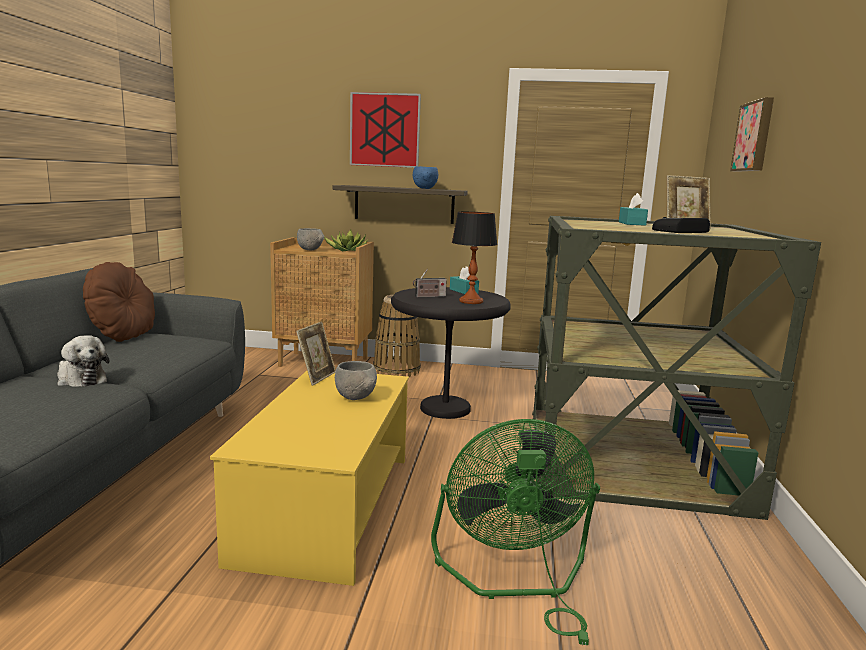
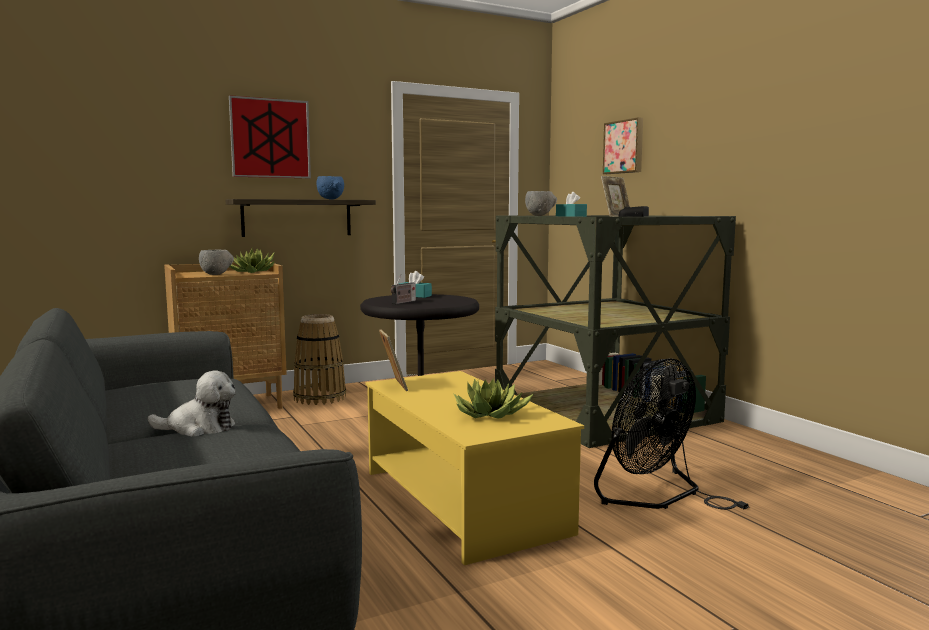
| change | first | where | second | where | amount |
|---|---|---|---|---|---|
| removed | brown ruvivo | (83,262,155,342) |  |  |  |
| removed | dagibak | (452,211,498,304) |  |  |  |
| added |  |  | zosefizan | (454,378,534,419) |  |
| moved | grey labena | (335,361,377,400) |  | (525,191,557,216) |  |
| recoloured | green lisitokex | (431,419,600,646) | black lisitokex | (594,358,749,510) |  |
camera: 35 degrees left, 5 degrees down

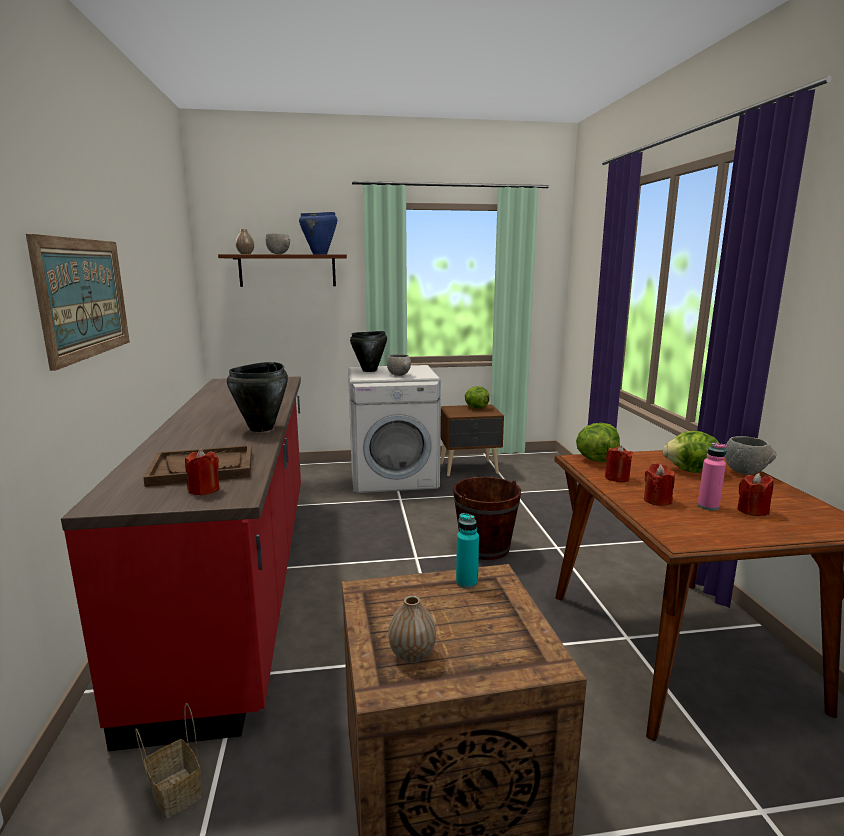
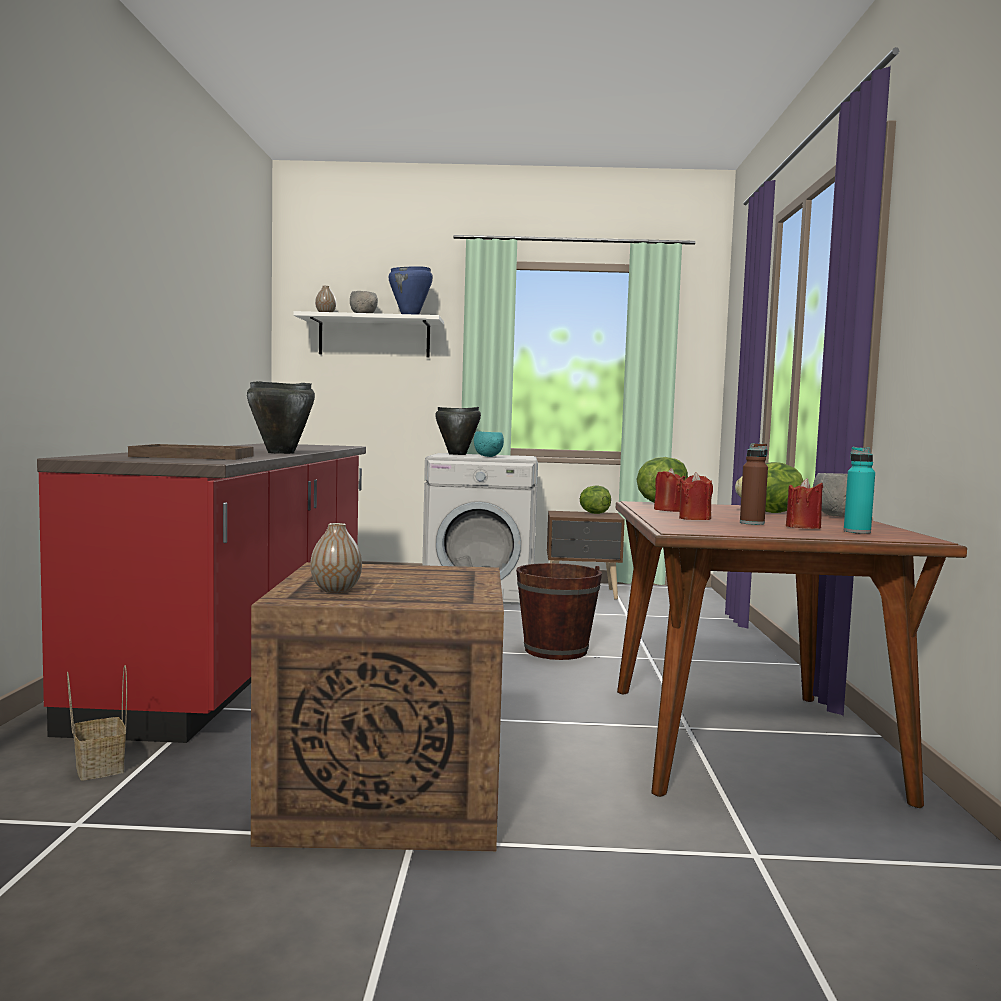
| change | first | where | second | where | amount |
|---|---|---|---|---|---|
| removed | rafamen | (26,234,130,371) |  |  |  |
| removed | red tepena | (185,449,219,496) |  |  |  |
| moved | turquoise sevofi | (456,513,479,589) |  | (844,447,875,534) |  |
| recoloured | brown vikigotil | (218,254,347,287) | white vikigotil | (293,311,444,358) |  |
| recoloured | grey labena | (387,354,411,376) | turquoise labena | (474,431,504,457) |  |
| recoloured | pink sevofi | (698,443,727,511) | brown sevofi | (740,443,768,525) |  |
camera: 10 degrees right, 10 degrees down

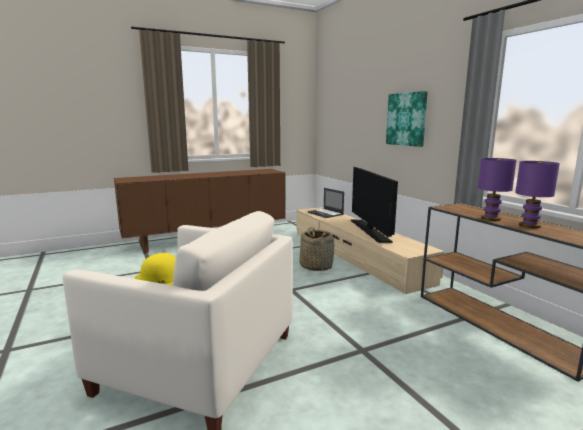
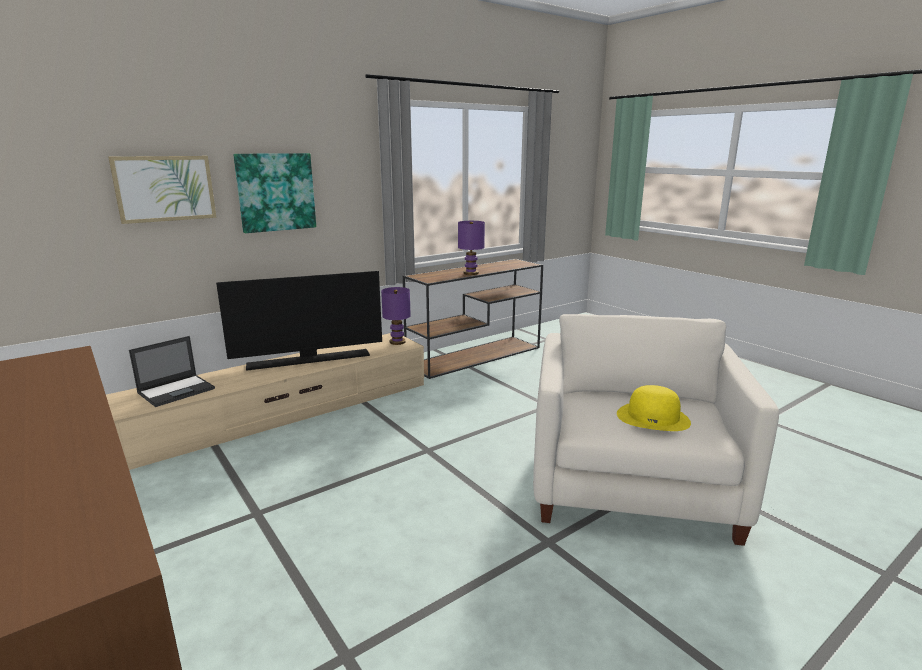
| change | first | where | second | where | amount |
|---|---|---|---|---|---|
| removed | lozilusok | (299,227,334,271) |  |  |  |
| added |  |  | rafamen | (108,156,217,224) |  |
| moved | purple dagibak | (515,161,560,229) |  | (381,287,411,345) |  |
camera: 100 degrees left, 5 degrees up

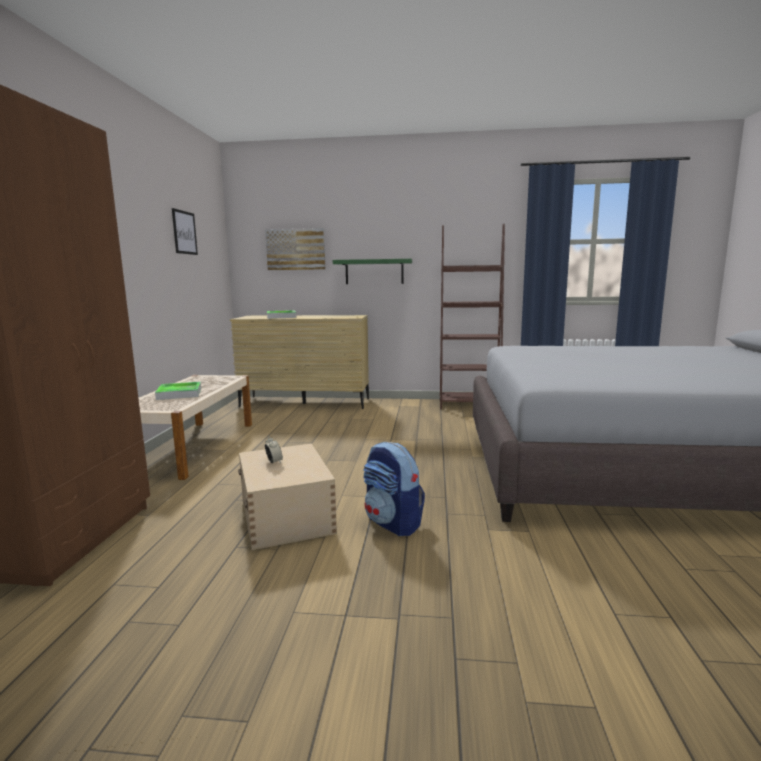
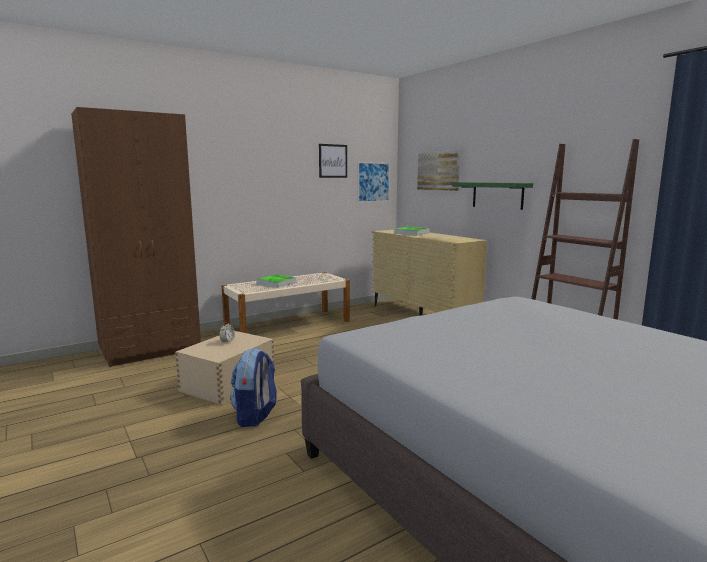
| change | first | where | second | where | amount |
|---|---|---|---|---|---|
| added |  |  | rafamen | (358,162,390,203) |  |
camera: 50 degrees right, 0 degrees up

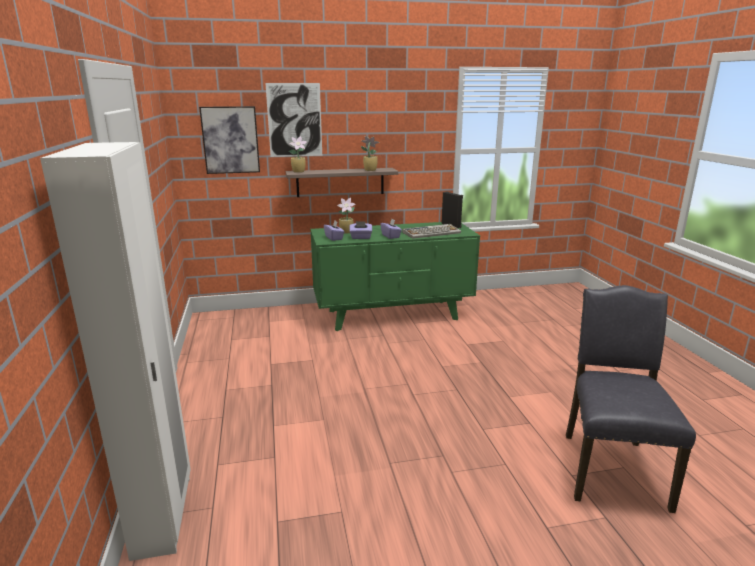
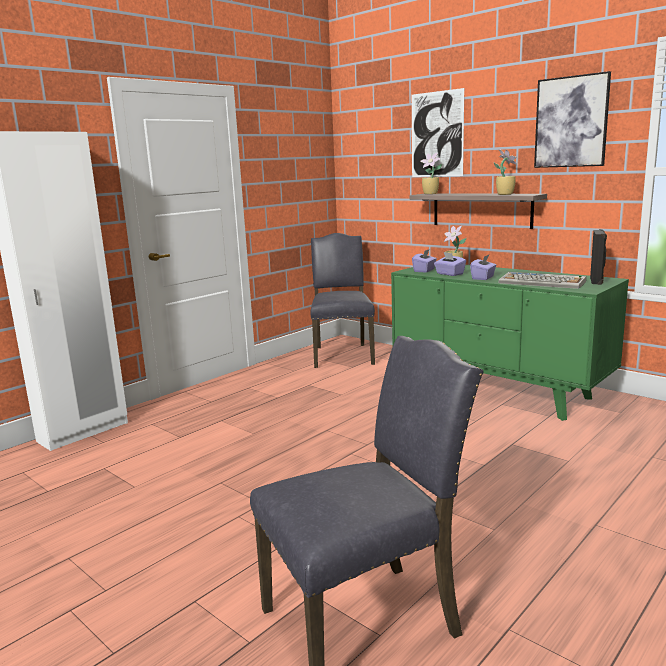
| change | first | where | second | where | amount |
|---|---|---|---|---|---|
| added |  |  | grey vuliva | (310,233,375,368) |  |
| moved | rafamen | (199,106,260,174) |  | (534,71,611,168) |  |
camera: 55 degrees right, 5 degrees down

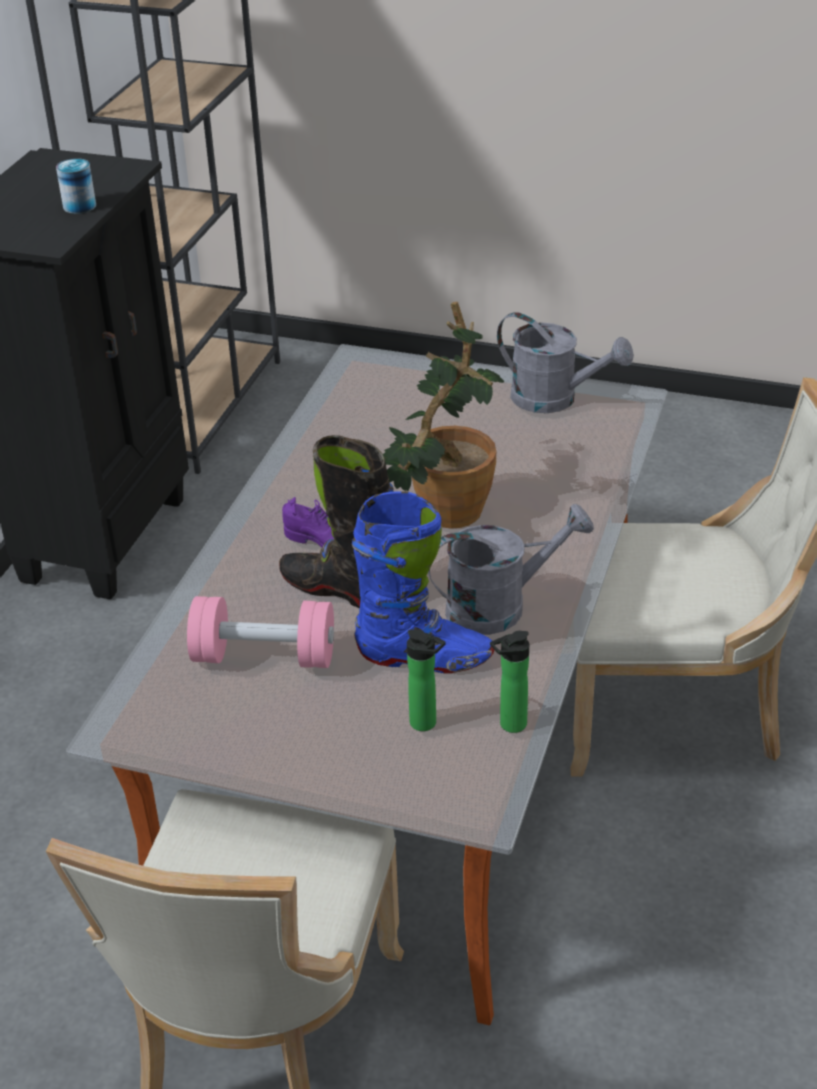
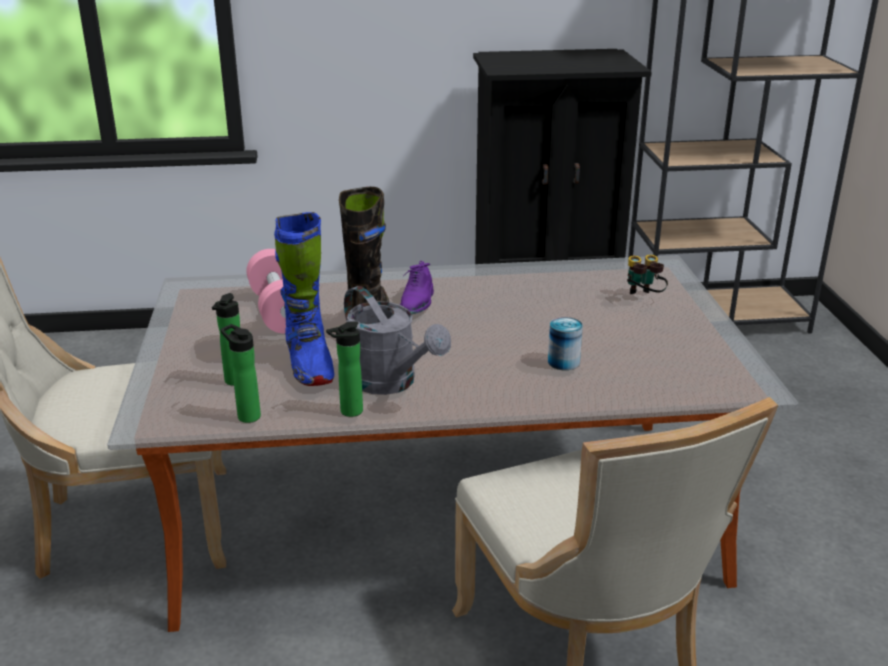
| change | first | where | second | where | amount |
|---|---|---|---|---|---|
| removed | zosefizan | (383,302,504,528) |  |  |  |
| removed | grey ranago | (497,312,634,413) |  |  |  |
| added |  |  | sevofi | (326,321,363,417) |  |
| added |  |  | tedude | (627,255,668,294) |  |
| moved | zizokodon | (56,158,96,214) |  | (548,317,583,370) |  |
camera: 65 degrees right, 10 degrees down

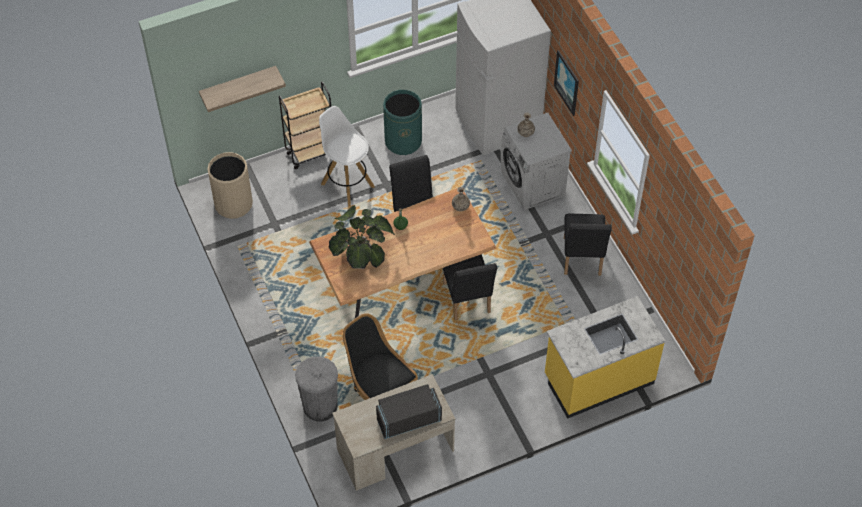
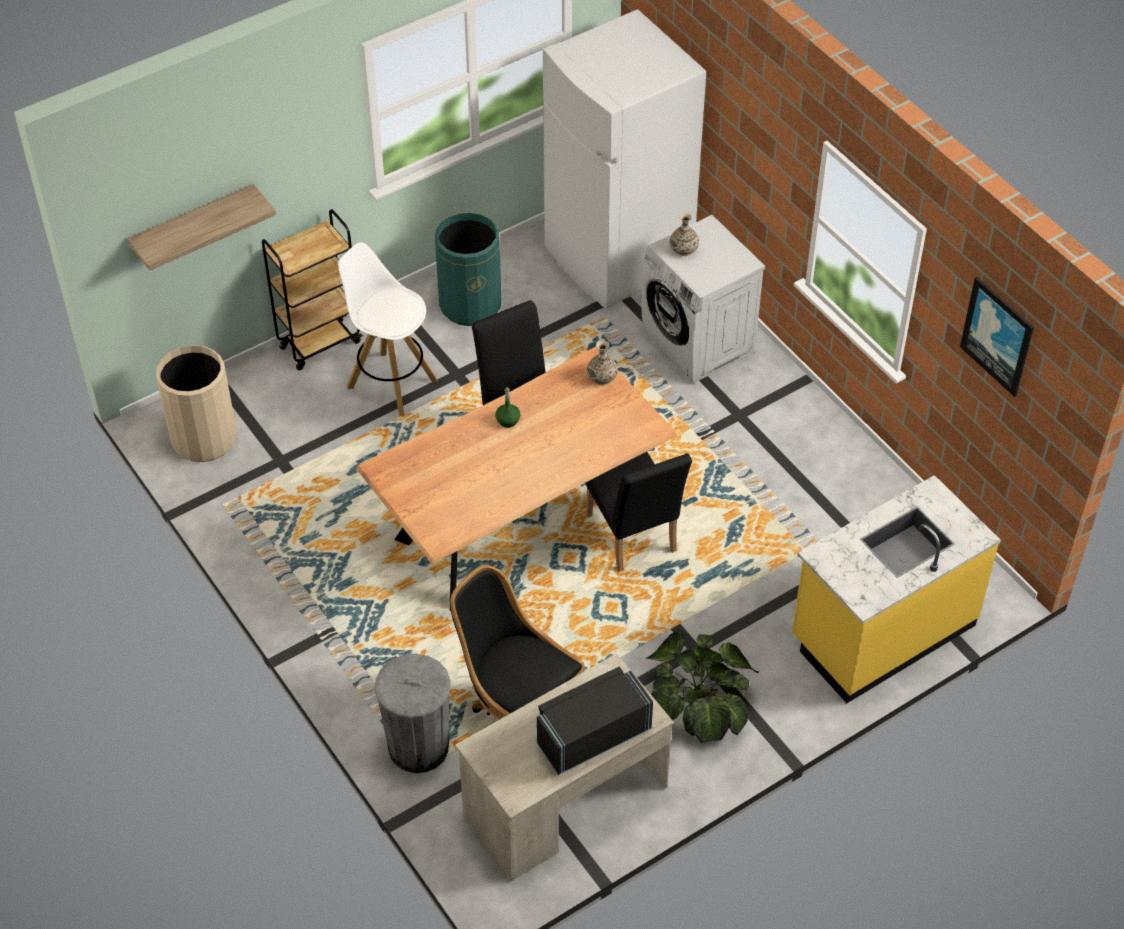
| change | first | where | second | where | amount |
|---|---|---|---|---|---|
| removed | black vuliva | (564,214,612,275) |  |  |  |
| moved | zosefizan | (329,205,395,269) |  | (646,630,759,743) |  |
| moved | rafamen | (554,50,579,116) |  | (960,277,1034,397) |  |
camera: 10 degrees left, 5 degrees down

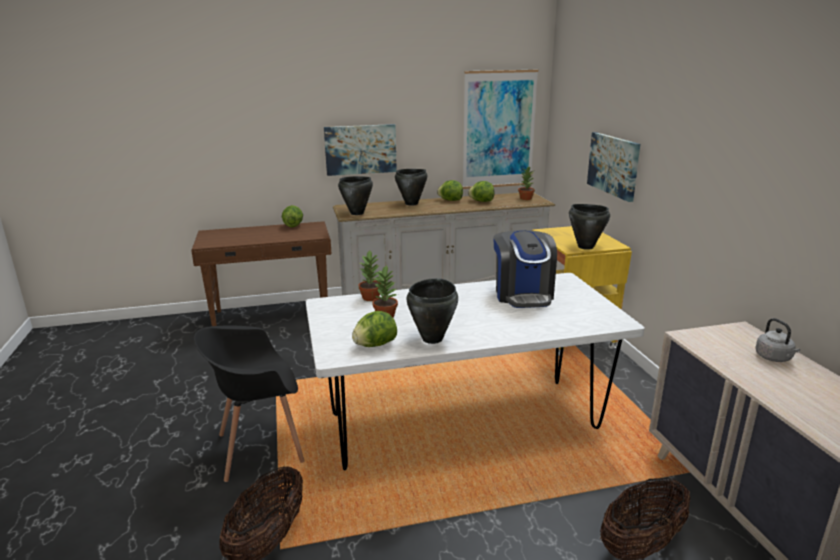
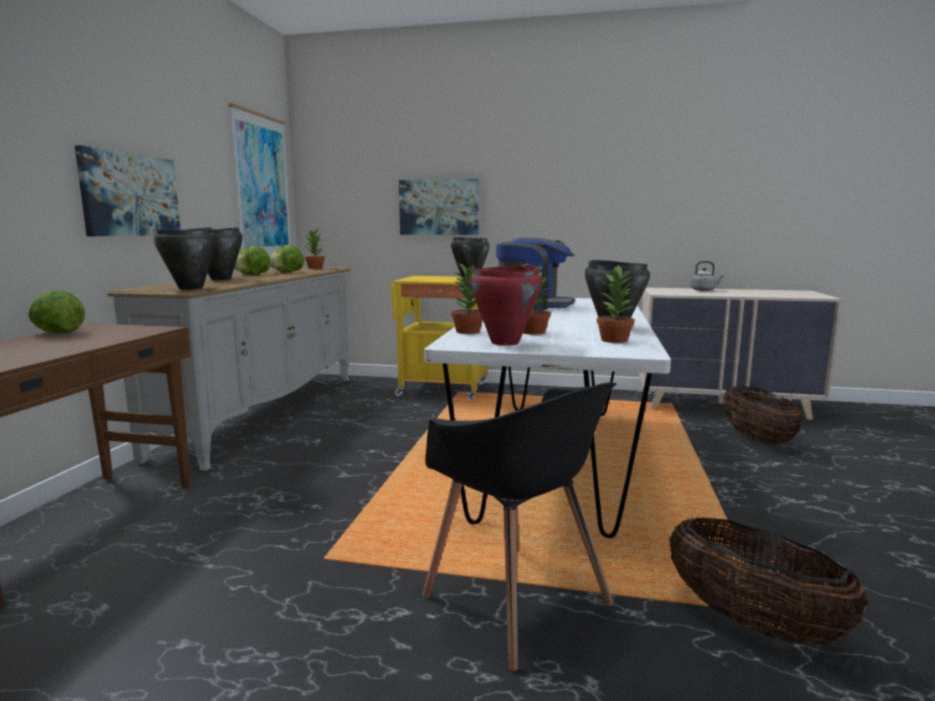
| change | first | where | second | where | amount |
|---|---|---|---|---|---|
| added |  |  | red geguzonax | (470,264,542,346) |  |
| replaced | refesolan | (352,311,397,347) | zosefizan | (597,265,634,343) |  |
| turned | black vuliva | (194,325,305,482) |  | (423,382,617,671) | 45 degrees counterclockwise |
camera: 65 degrees left, 10 degrees down

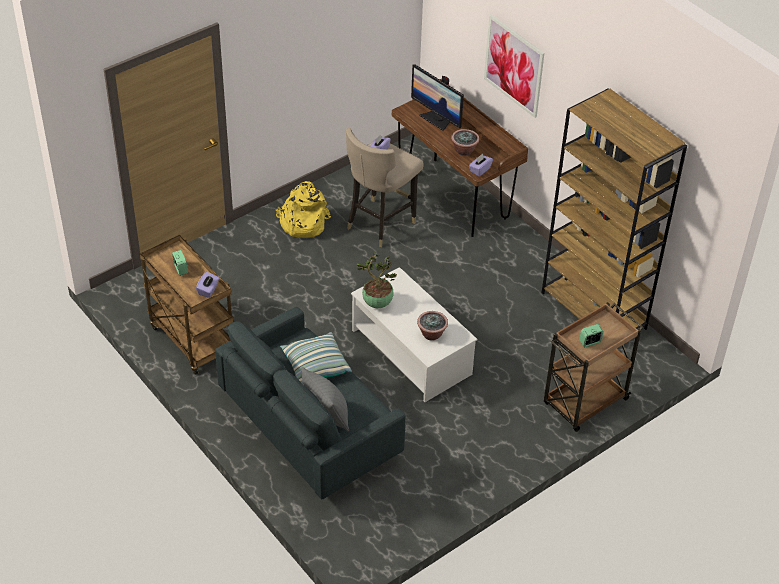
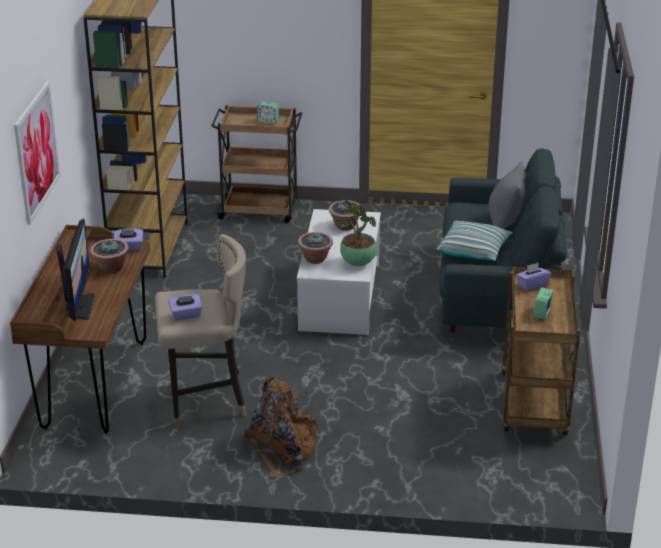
| change | first | where | second | where | amount |
|---|---|---|---|---|---|
| added |  |  | zosefizan | (298,232,333,264) |  |
| recoloured | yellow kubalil | (275,181,331,238) | brown kubalil | (243,377,320,478) |  |
camera: 135 degrees left, 15 degrees down

